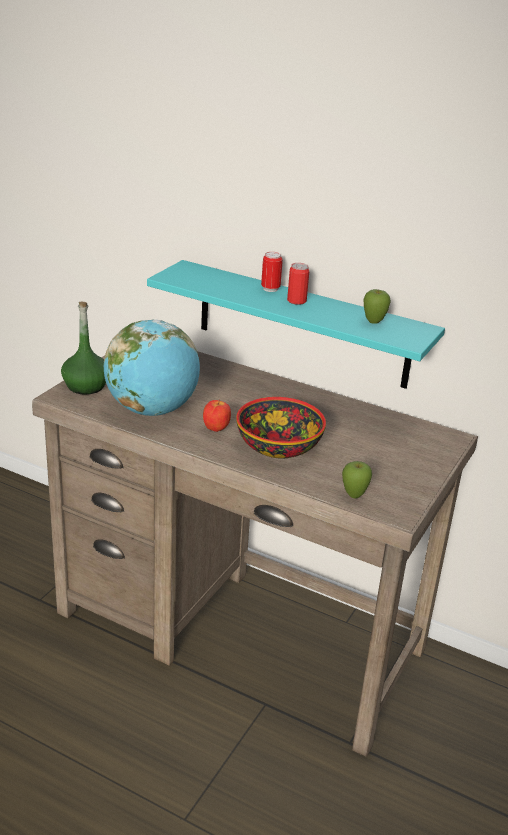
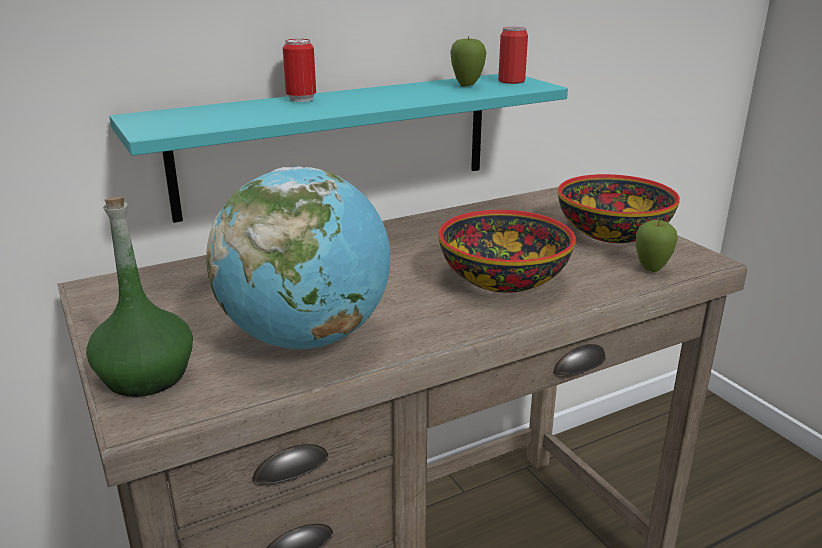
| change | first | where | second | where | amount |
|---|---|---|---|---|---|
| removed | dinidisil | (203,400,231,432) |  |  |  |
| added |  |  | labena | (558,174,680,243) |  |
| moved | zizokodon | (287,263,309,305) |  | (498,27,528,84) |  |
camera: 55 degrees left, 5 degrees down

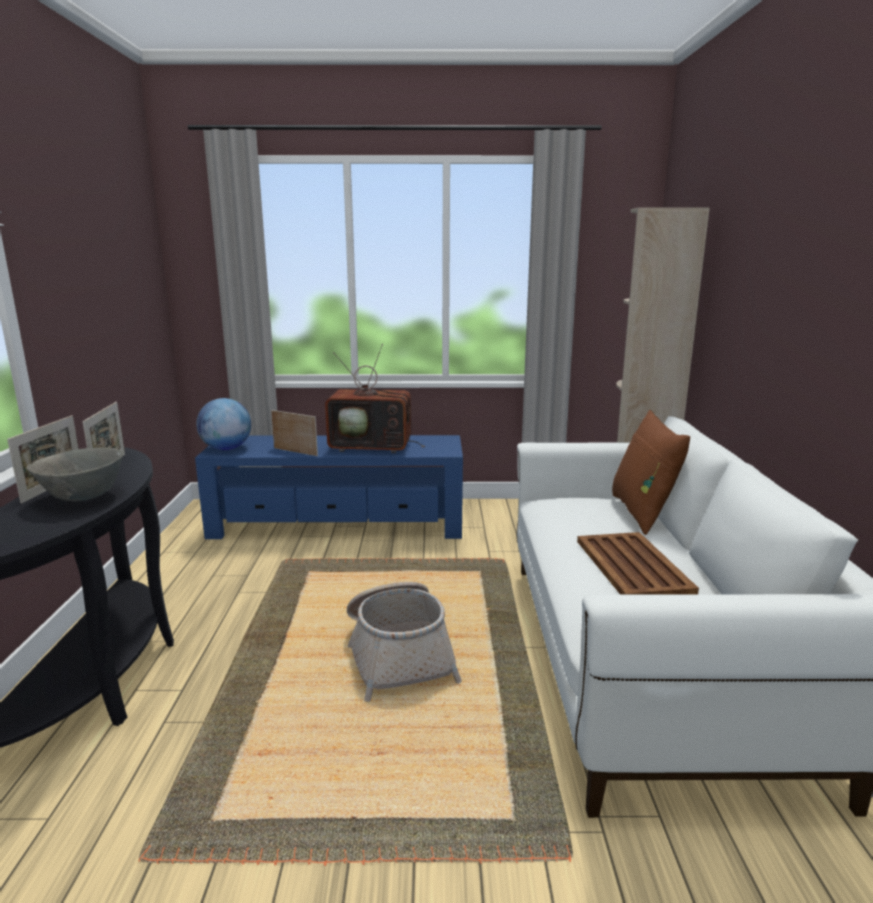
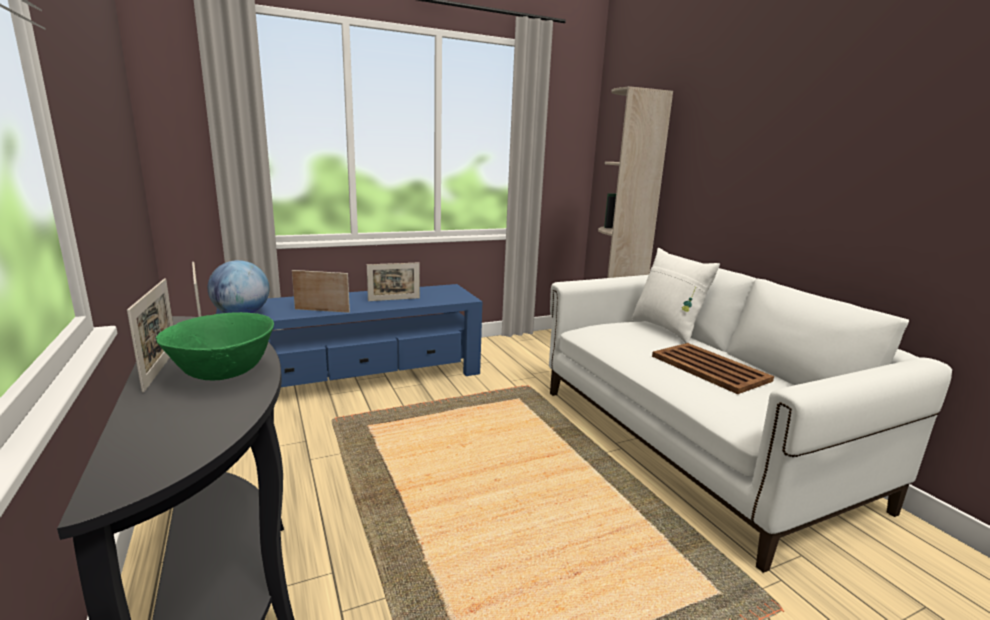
| change | first | where | second | where | amount |
|---|---|---|---|---|---|
| removed | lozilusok | (347,582,462,702) |  |  |  |
| replaced | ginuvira | (325,344,425,453) | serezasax | (367,262,420,301) |  |
| recoloured | grey labena | (26,447,124,501) | green labena | (156,312,274,381) |  |
| recoloured | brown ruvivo | (612,410,690,535) | white ruvivo | (632,248,720,343) |  |
camera: 25 degrees left, 0 degrees up

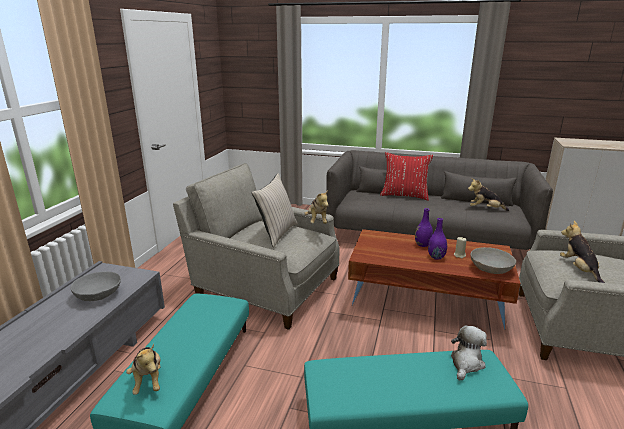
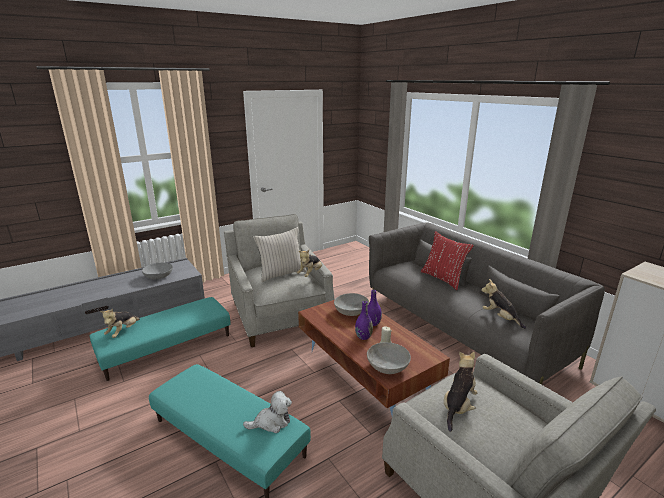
| change | first | where | second | where | amount |
|---|---|---|---|---|---|
| added |  |  | grey labena | (334,293,369,316) |  |
camera: 40 degrees right, 0 degrees up

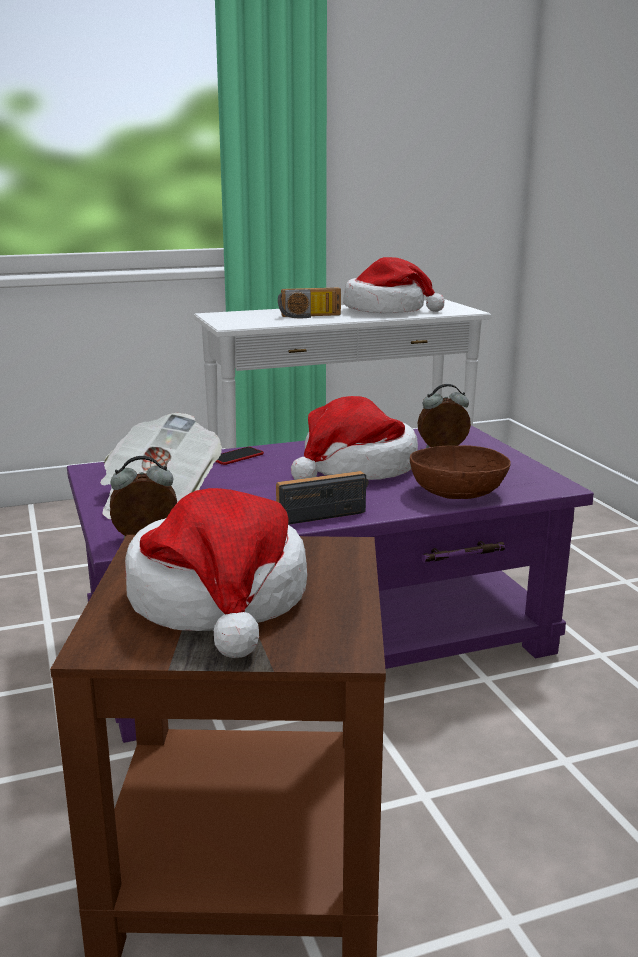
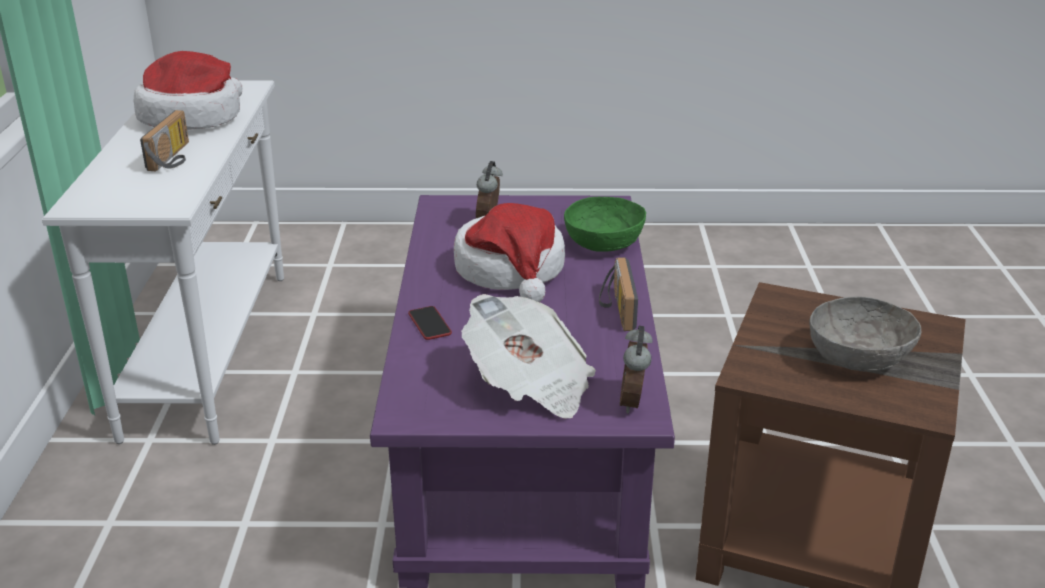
| change | first | where | second | where | amount |
|---|---|---|---|---|---|
| replaced | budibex | (125,488,307,658) | grey labena | (809,297,922,372) |  |
| recoloured | brown labena | (410,445,511,499) | green labena | (564,197,646,252) |  |
camera: 70 degrees left, 10 degrees up

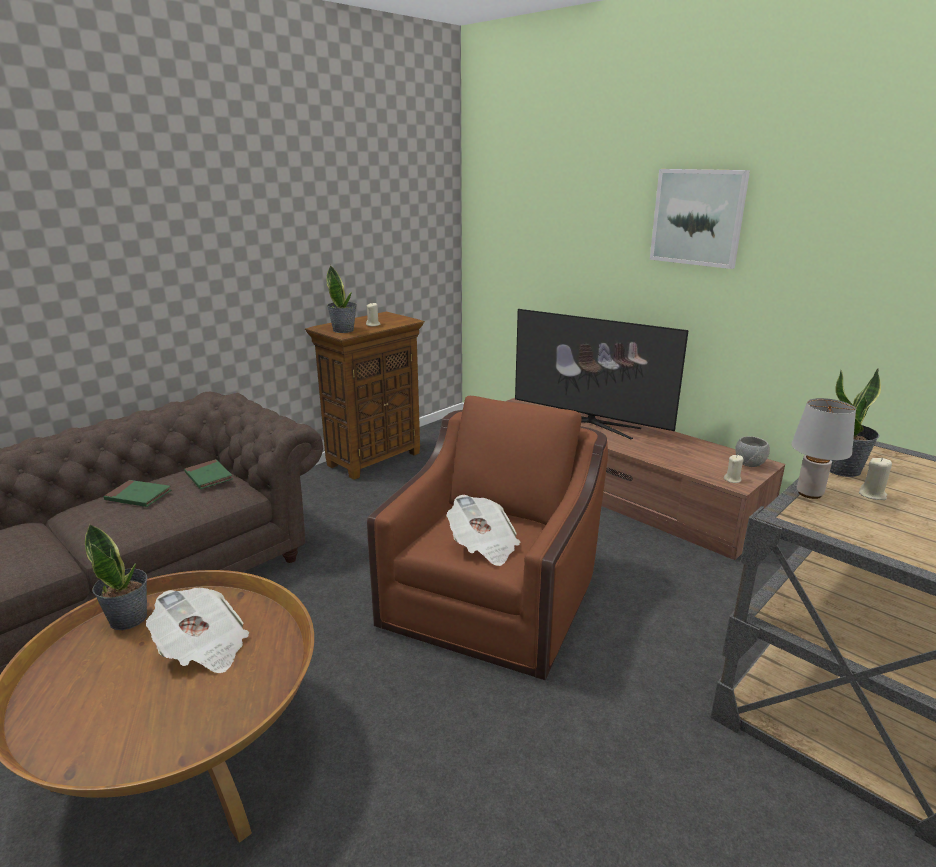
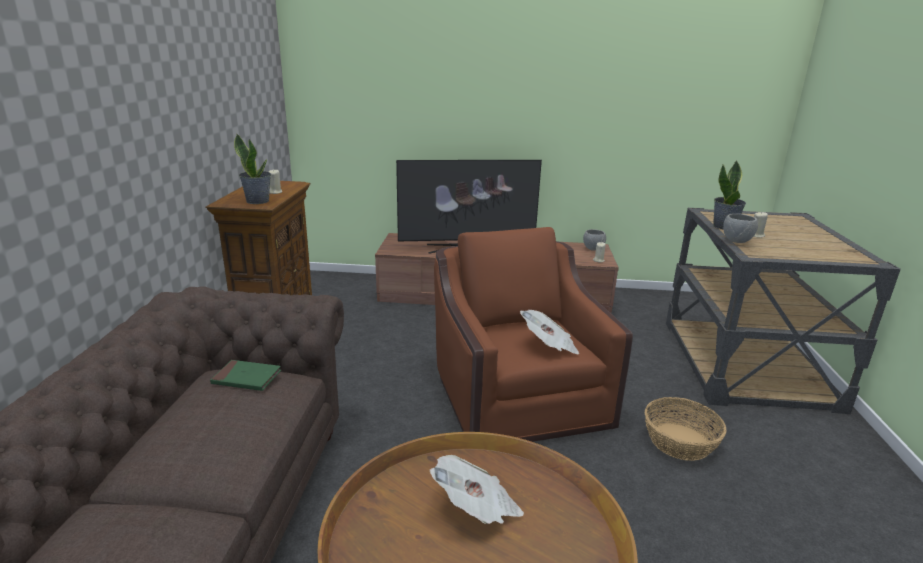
| change | first | where | second | where | amount |
|---|---|---|---|---|---|
| removed | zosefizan | (85,523,147,630) |  |  |  |
| removed | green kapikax | (104,480,171,507) |  |  |  |
| removed | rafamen | (650,169,750,269) |  |  |  |
| added |  |  | lozilusok | (645,397,727,461) |  |
| replaced | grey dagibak | (792,398,856,499) | grey labena | (723,214,758,243) |  |
camera: 40 degrees left, 0 degrees up

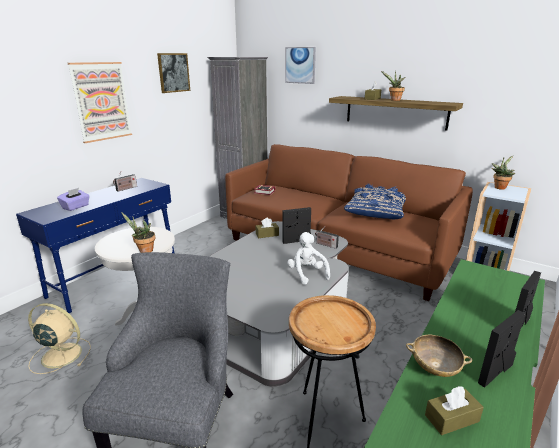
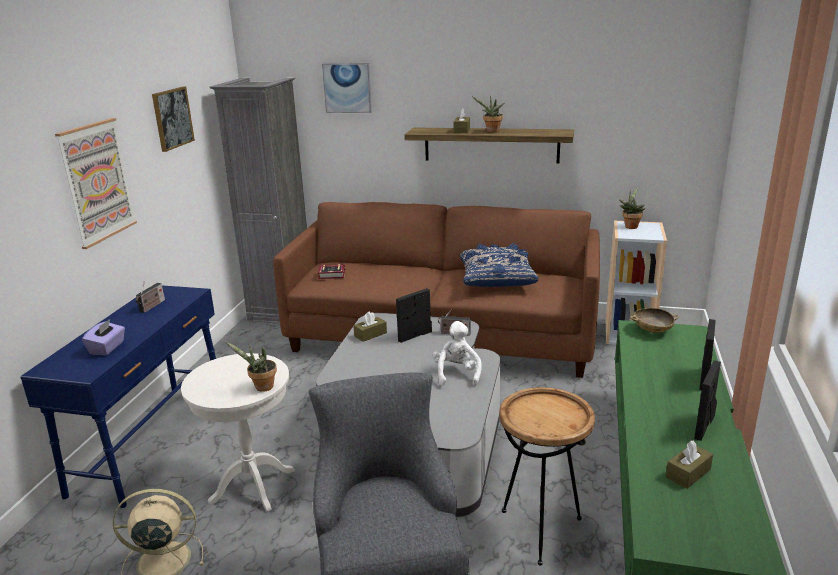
| change | first | where | second | where | amount |
|---|---|---|---|---|---|
| moved | beige labena | (406,335,472,377) |  | (630,308,679,333) |  |
| turned | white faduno | (287,232,330,285) |  | (432,321,482,387) | 45 degrees clockwise |
camera: 20 degrees left, 0 degrees up

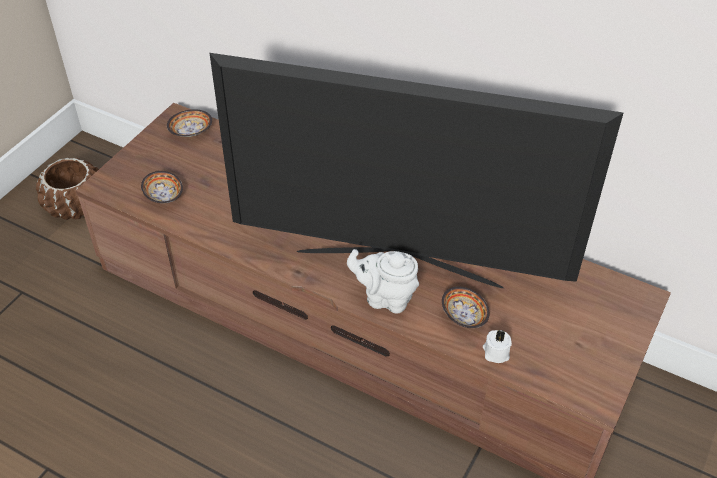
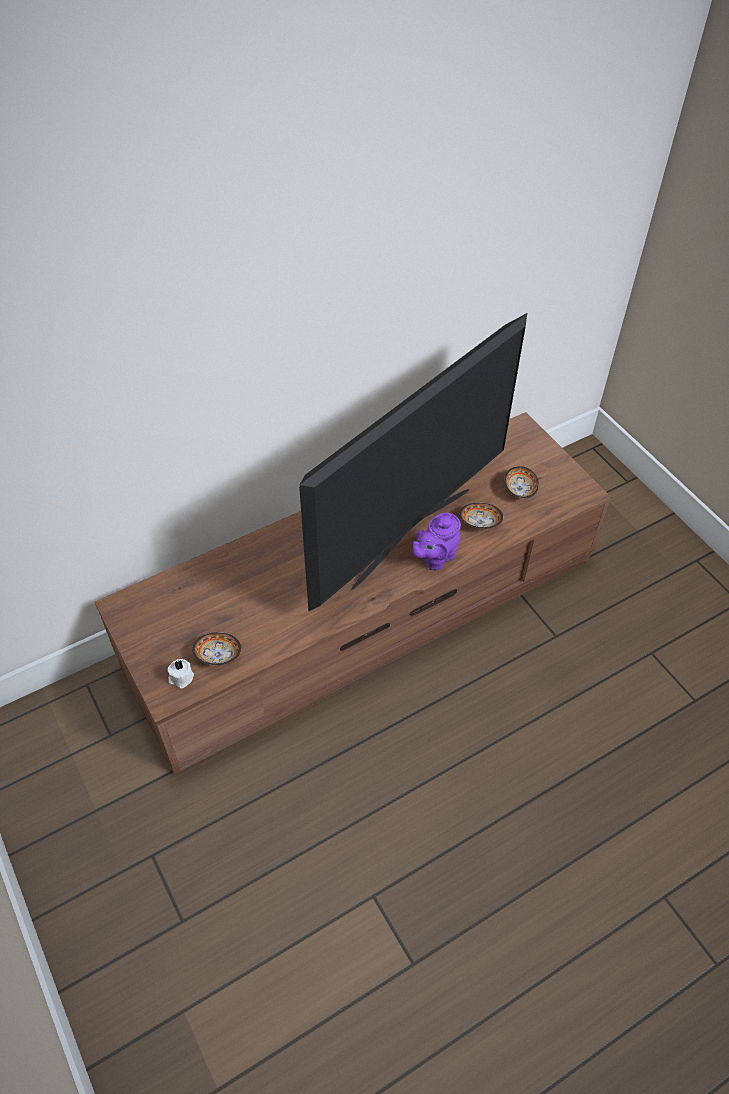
| change | first | where | second | where | amount |
|---|---|---|---|---|---|
| removed | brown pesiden | (36,158,99,220) |  |  |  |
| moved | labena | (167,109,212,137) |  | (504,466,539,499) |  |
| moved | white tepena | (483,330,512,363) |  | (167,659,194,689) |  |
| recoloured | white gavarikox | (347,249,419,314) | purple gavarikox | (413,513,461,570) |  |
camera: 60 degrees left, 5 degrees up

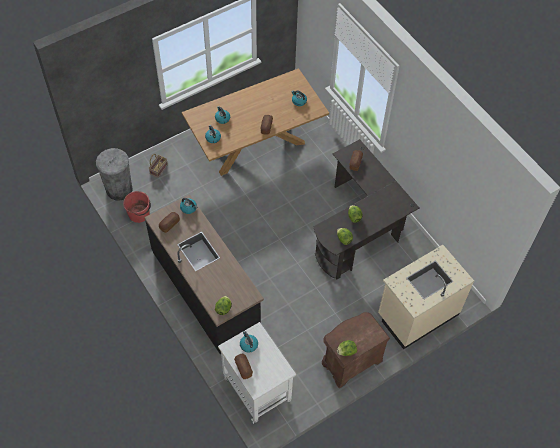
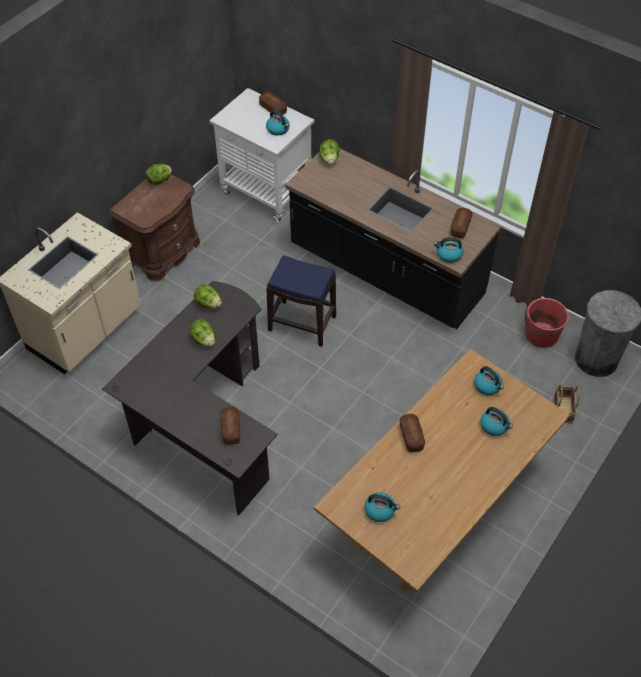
| change | first | where | second | where | amount |
|---|---|---|---|---|---|
| added |  |  | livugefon | (266,256,336,347) |  |
camera: 160 degrees right, 5 degrees down

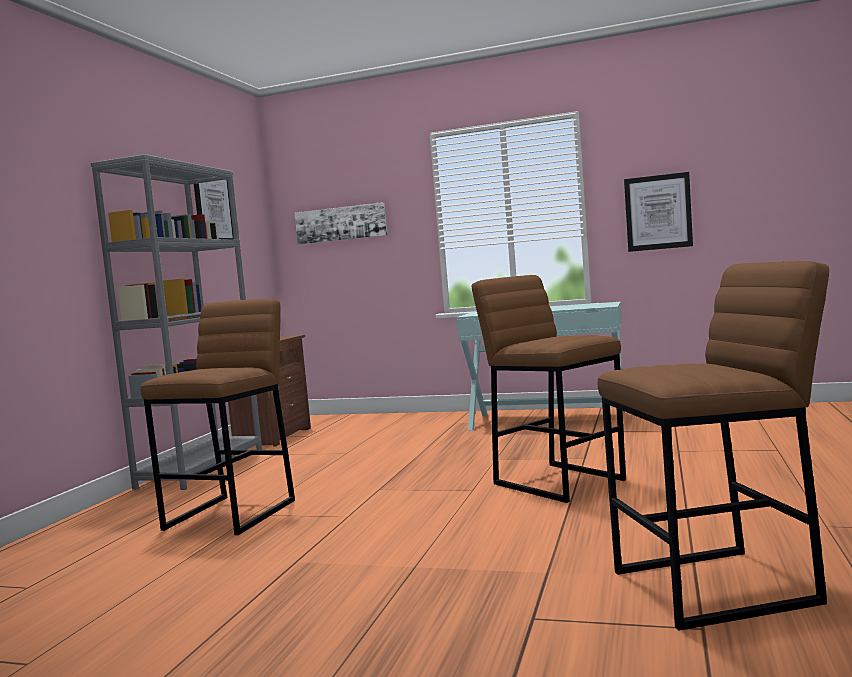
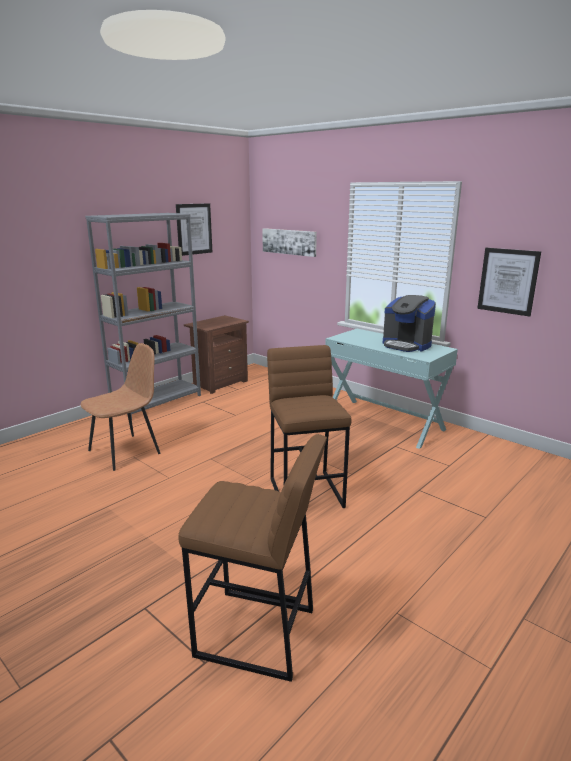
| change | first | where | second | where | amount |
|---|---|---|---|---|---|
| added |  |  | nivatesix | (383,295,436,352) |  |
| replaced | brown livugefon | (141,298,295,535) | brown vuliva | (81,343,160,471) |  |
camera: 25 degrees right, 15 degrees up

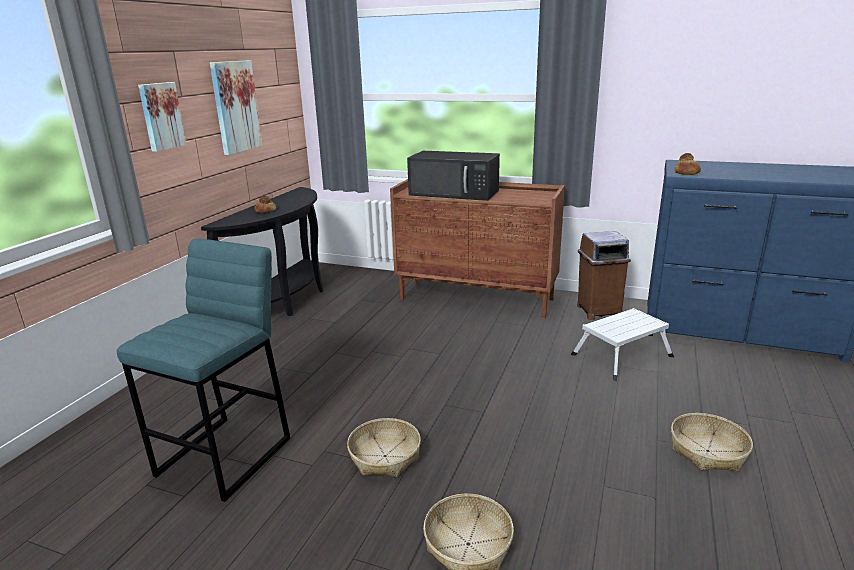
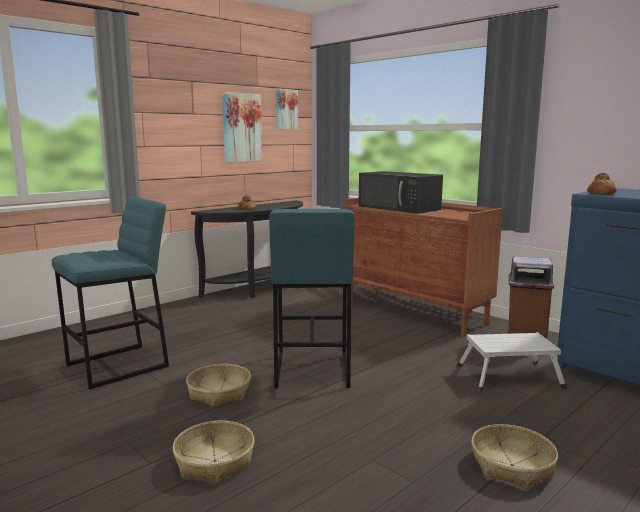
| change | first | where | second | where | amount |
|---|---|---|---|---|---|
| added |  |  | turquoise livugefon | (269,209,354,388) |  |
| moved | rafamen | (138,82,186,152) |  | (276,89,298,130) |  |
camera: 25 degrees right, 10 degrees down

